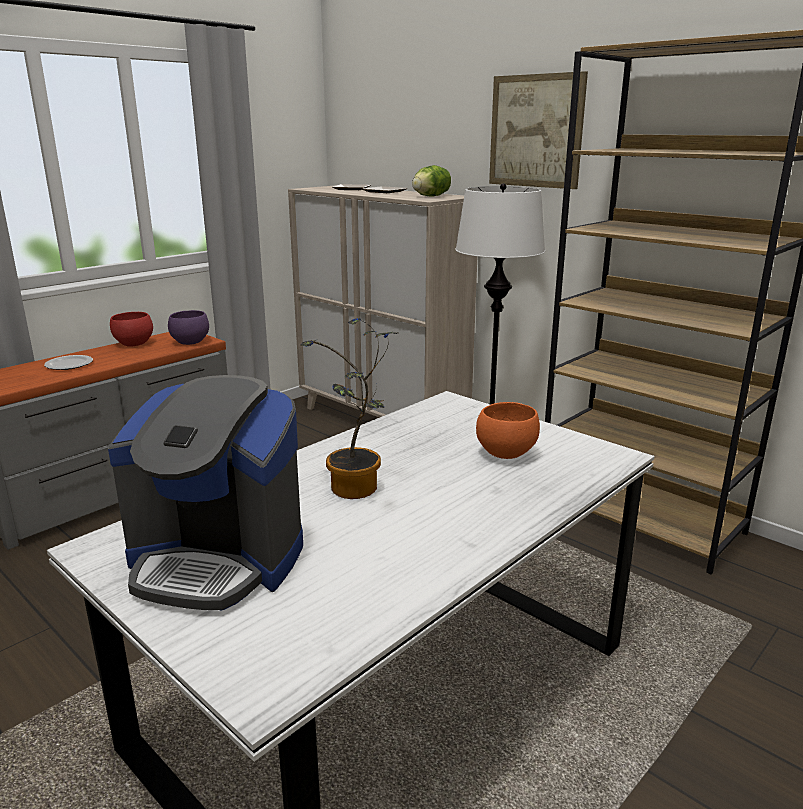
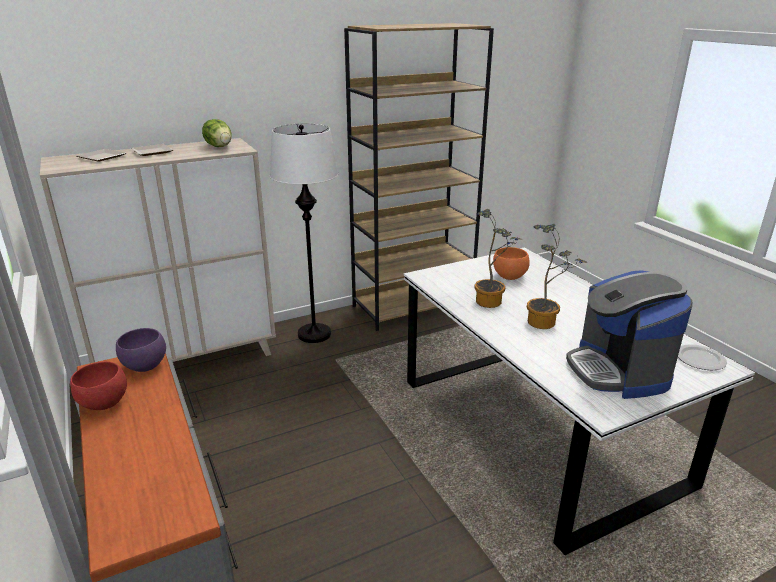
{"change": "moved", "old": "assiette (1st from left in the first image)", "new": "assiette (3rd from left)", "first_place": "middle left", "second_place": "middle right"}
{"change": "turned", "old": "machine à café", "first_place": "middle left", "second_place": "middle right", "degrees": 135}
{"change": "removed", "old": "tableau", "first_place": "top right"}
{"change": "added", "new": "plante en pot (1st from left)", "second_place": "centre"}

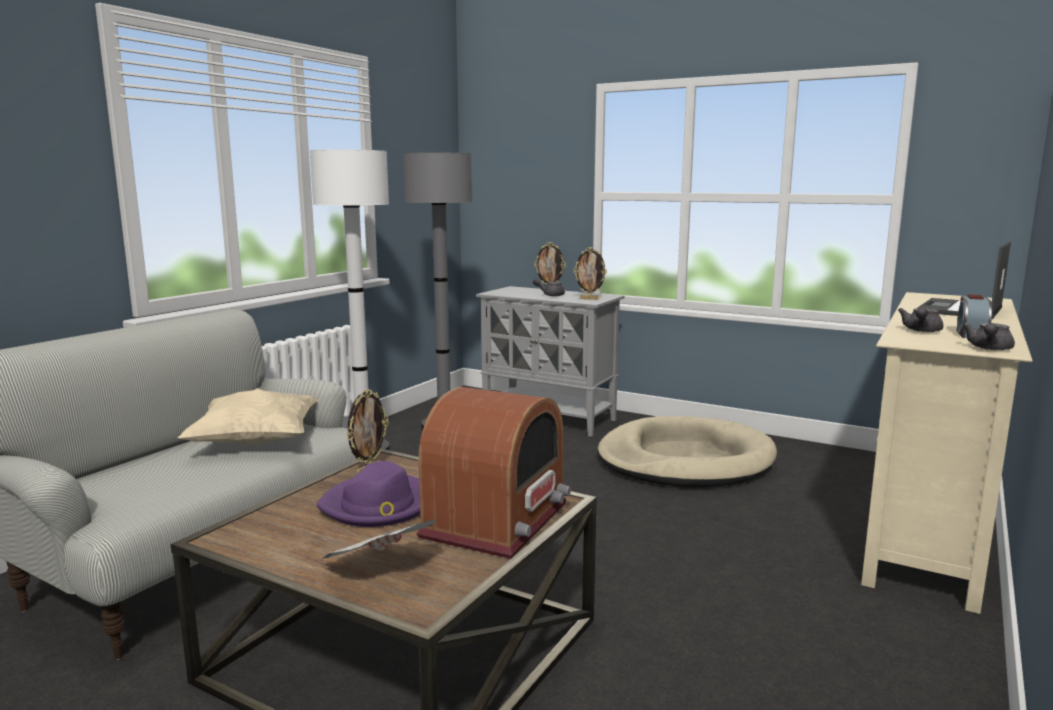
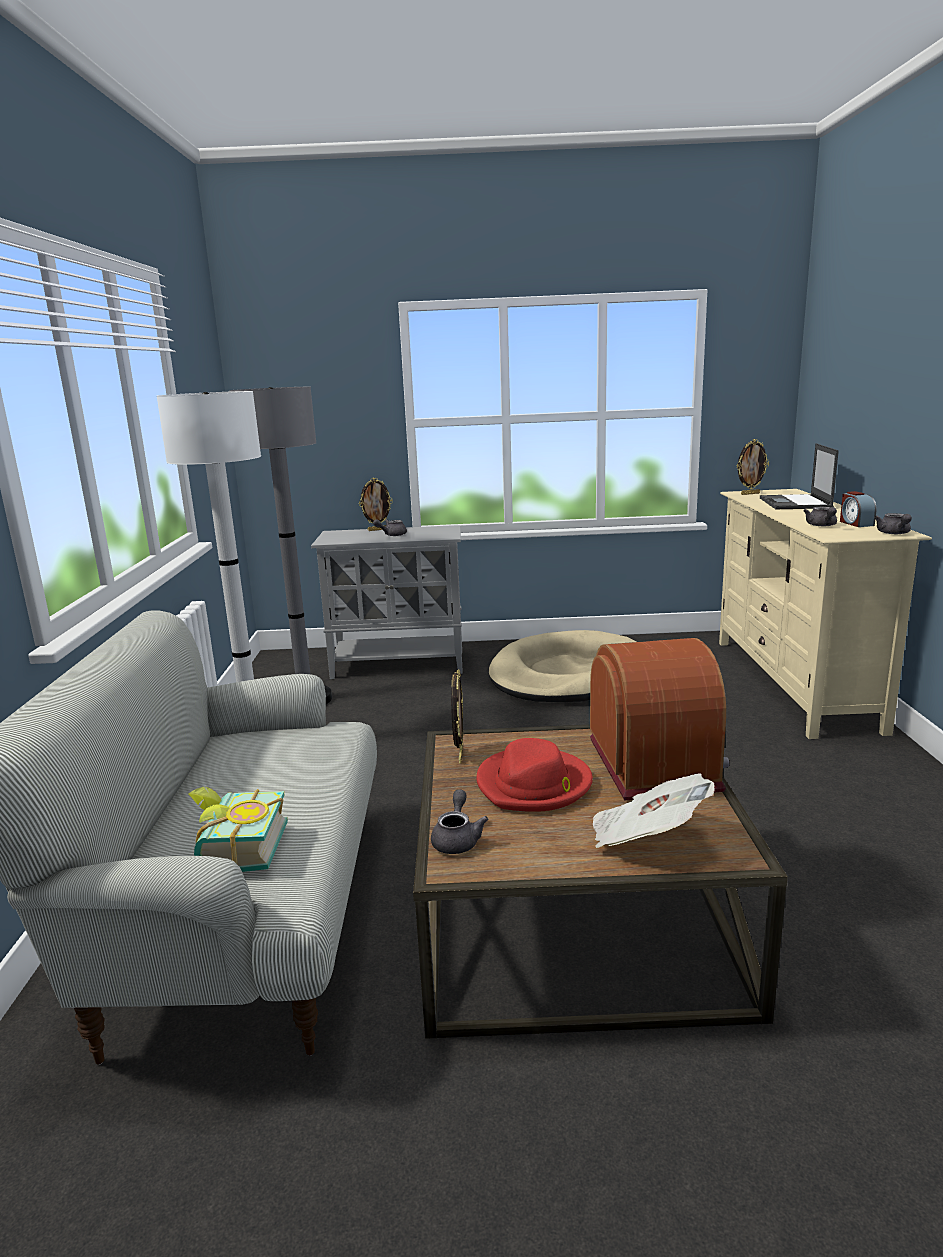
{"change": "removed", "old": "coussin/beige", "first_place": "middle left"}
{"change": "recoloured", "old": "chapeau/violet", "new": "chapeau/rouge", "first_place": "bottom centre", "second_place": "centre"}
{"change": "moved", "old": "cadre photo (3rd from left)", "first_place": "centre", "second_place": "middle right"}
{"change": "added", "new": "livre", "second_place": "middle left"}
{"change": "added", "new": "théière/gris (2nd from left)", "second_place": "centre"}

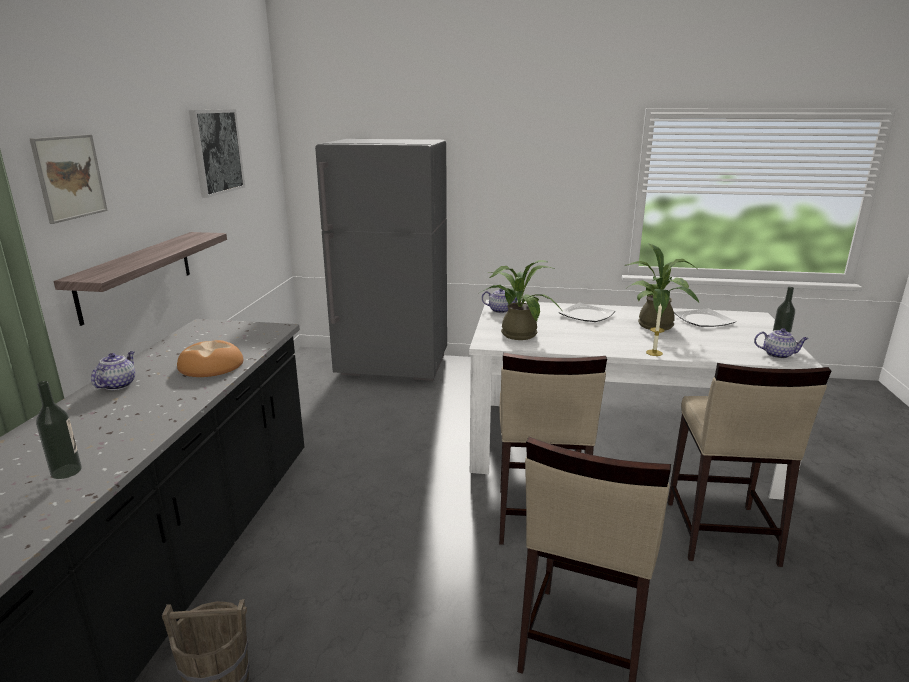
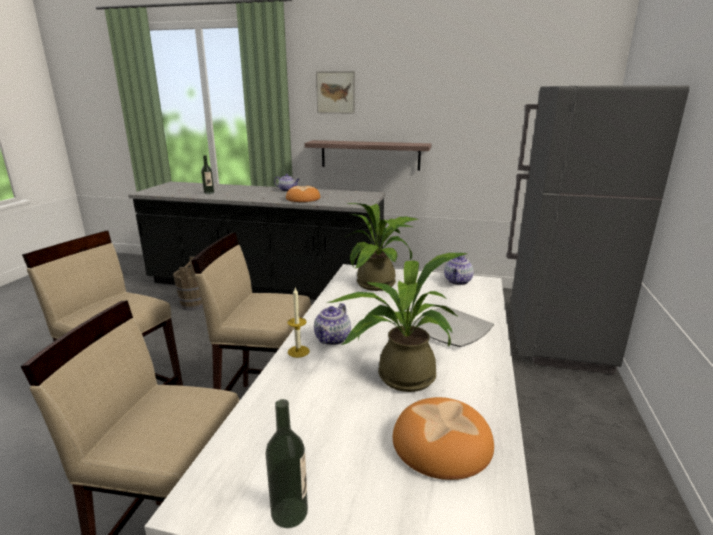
{"change": "removed", "old": "tableau (2nd from left)", "first_place": "top left"}
{"change": "replaced", "old": "assiette (2nd from left)", "new": "pain (2nd from left)", "first_place": "middle right", "second_place": "bottom centre"}
{"change": "moved", "old": "théière (3rd from left in the first image)", "new": "théière (2nd from left)", "first_place": "middle right", "second_place": "centre"}

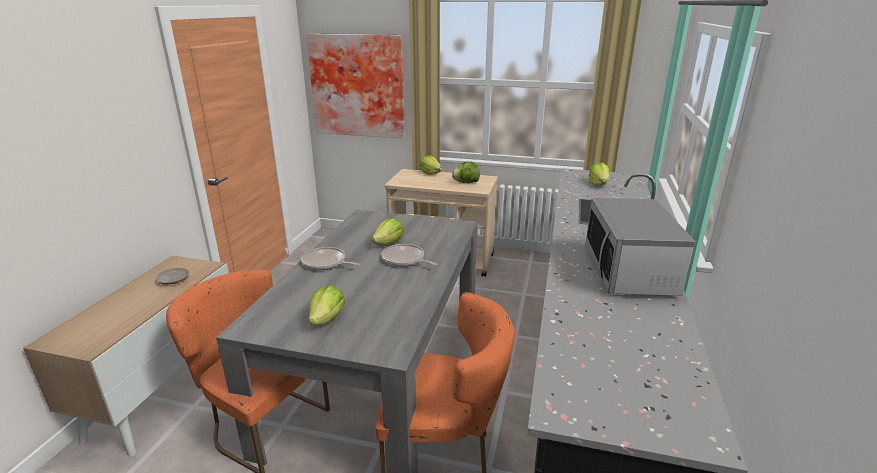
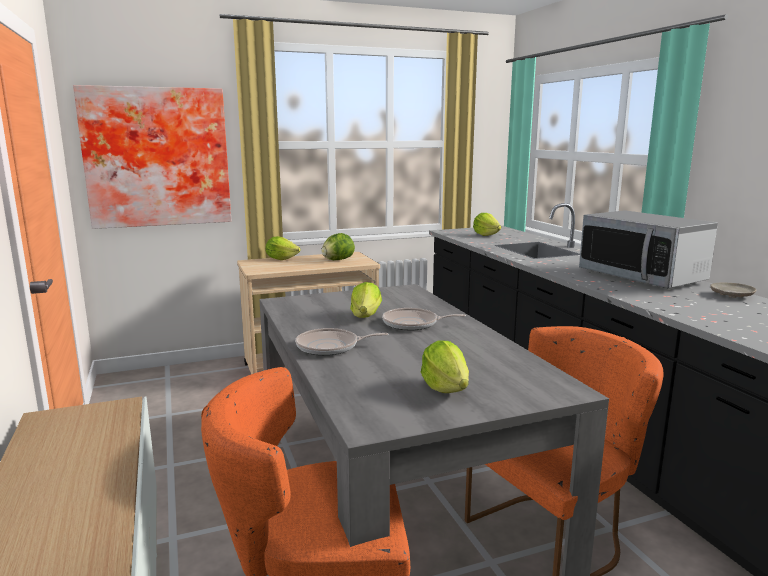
{"change": "moved", "old": "assiette/beige", "first_place": "middle left", "second_place": "middle right"}

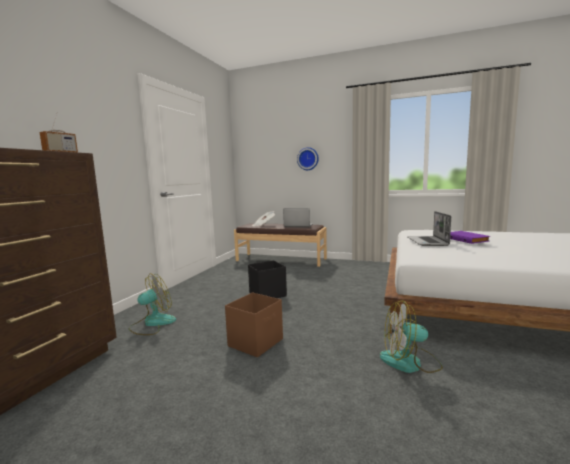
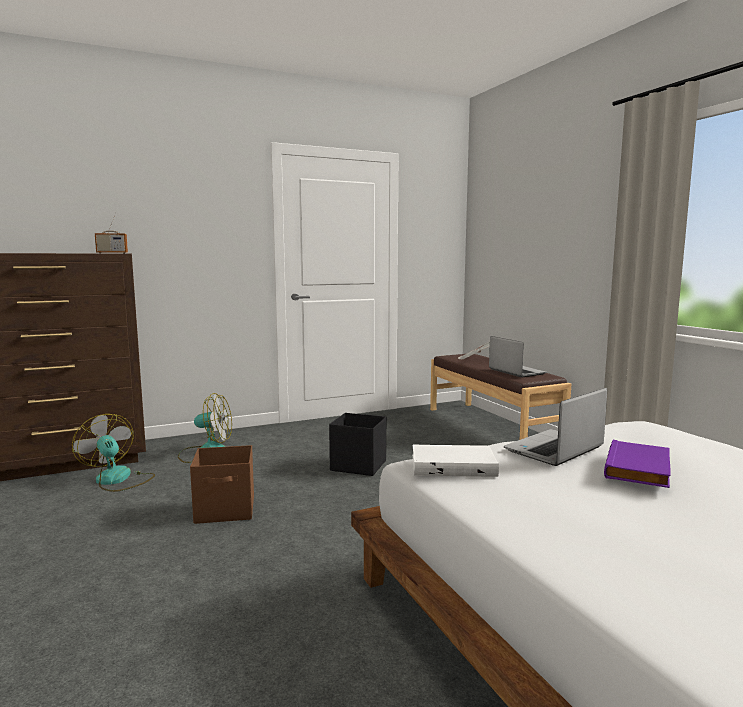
{"change": "removed", "old": "horloge murale", "first_place": "centre"}
{"change": "moved", "old": "ventilateur (2nd from left in the first image)", "new": "ventilateur (1st from left)", "first_place": "bottom right", "second_place": "middle left"}
{"change": "added", "new": "livre/blanc", "second_place": "centre"}

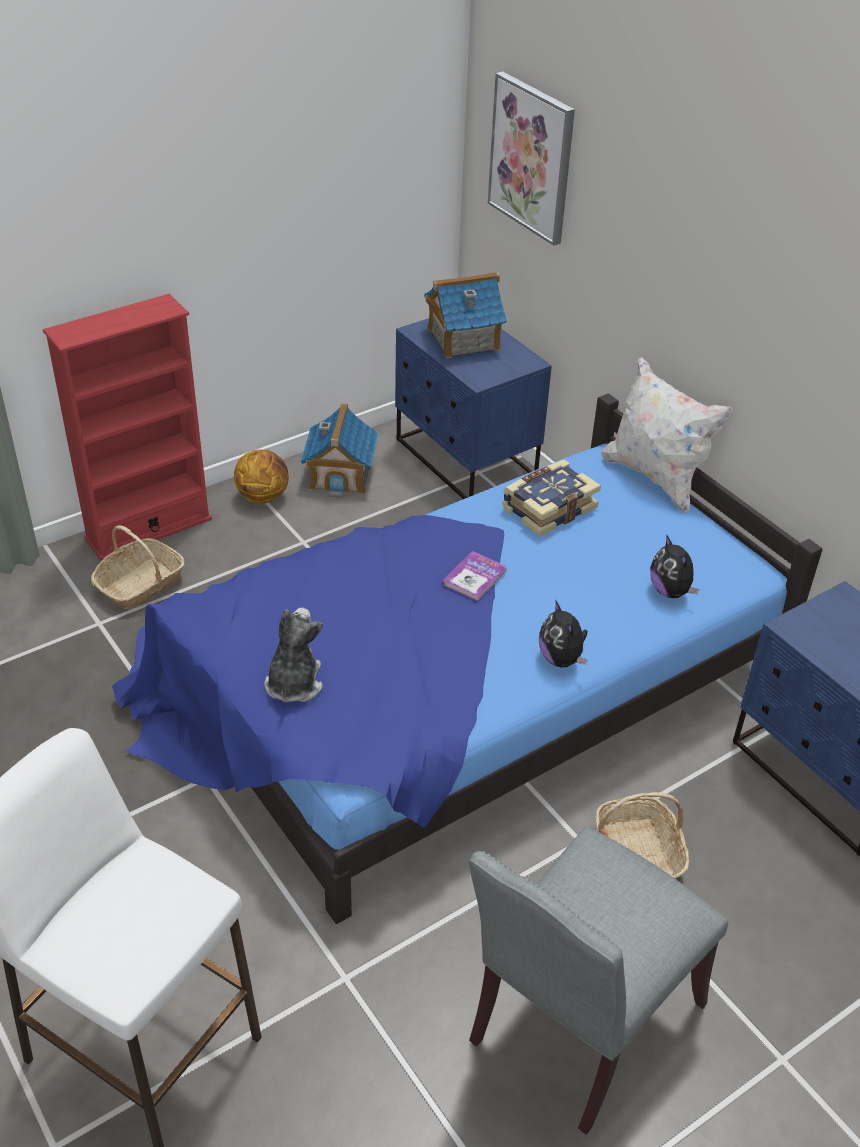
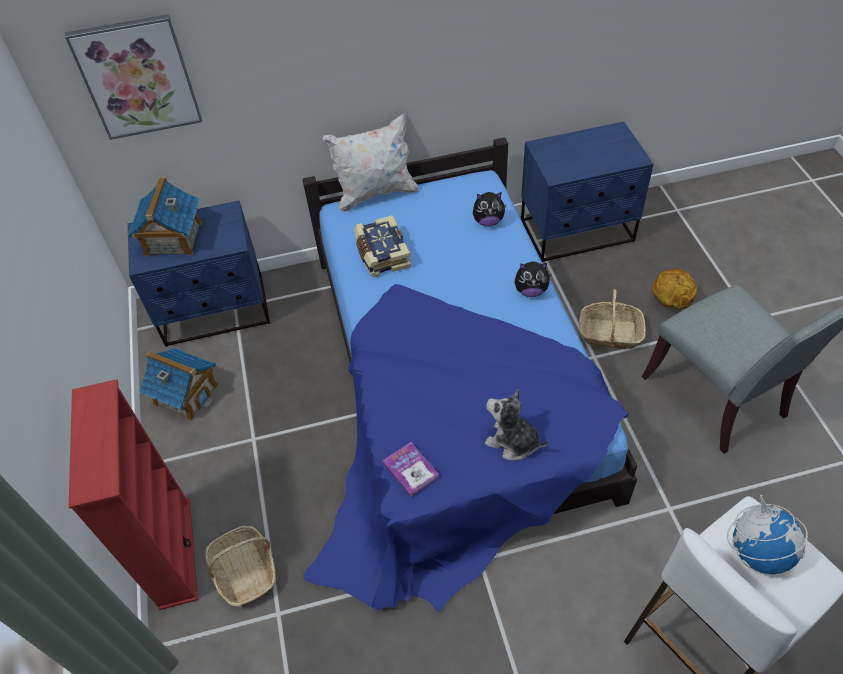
{"change": "moved", "old": "ballon de basket", "first_place": "middle left", "second_place": "middle right"}
{"change": "moved", "old": "livre (1st from left in the first image)", "new": "livre (2nd from left)", "first_place": "centre", "second_place": "bottom centre"}
{"change": "added", "new": "globe", "second_place": "bottom right"}

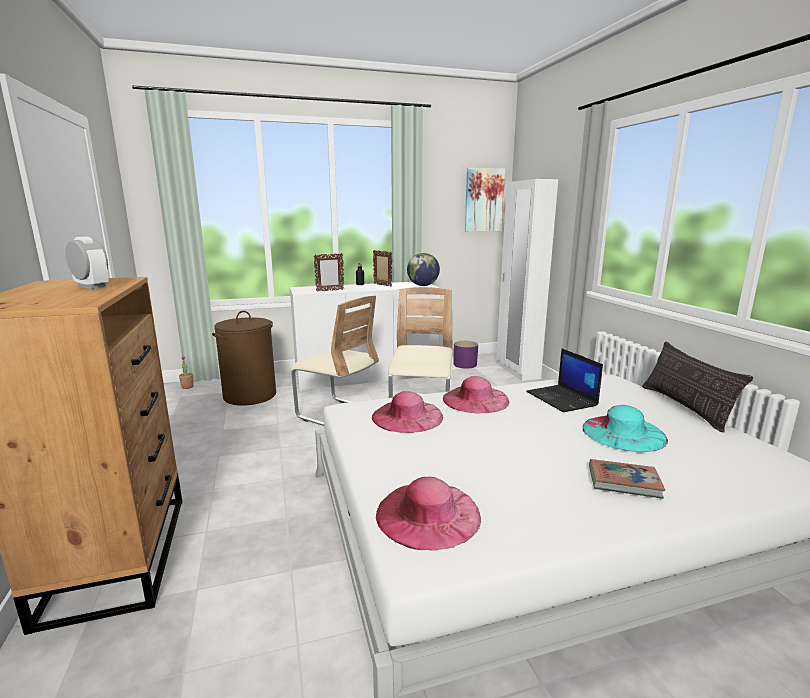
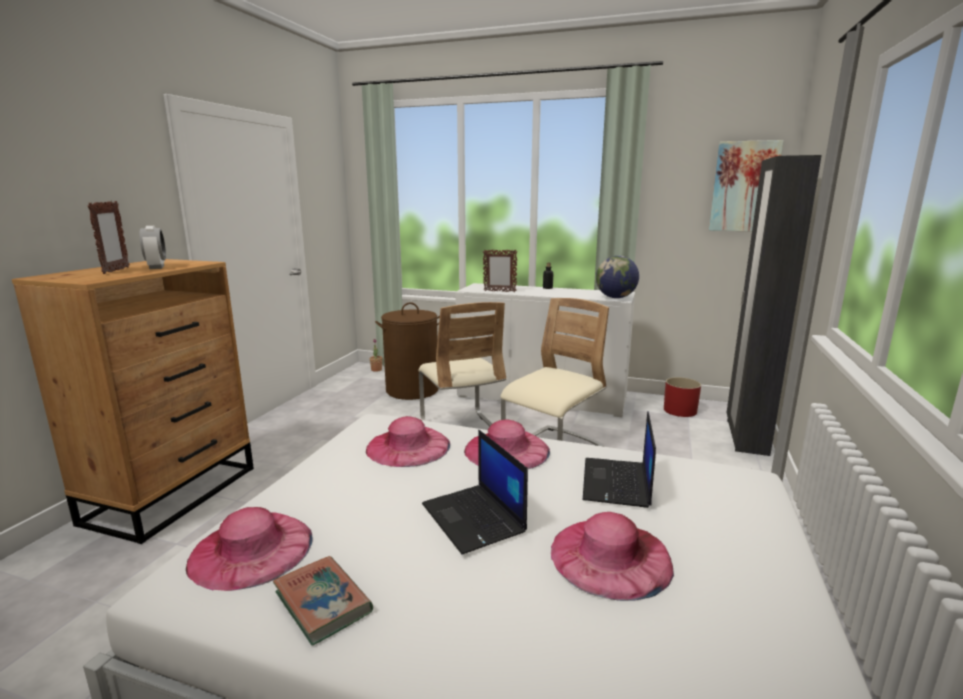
{"change": "moved", "old": "cadre photo (2nd from left in the first image)", "new": "cadre photo (1st from left)", "first_place": "centre", "second_place": "middle left"}
{"change": "recoloured", "old": "cache-pot/violet", "new": "cache-pot/rouge", "first_place": "centre", "second_place": "middle right"}
{"change": "recoloured", "old": "armoire/blanc", "new": "armoire/noir", "first_place": "centre", "second_place": "middle right"}
{"change": "recoloured", "old": "chapeau/turquoise", "new": "chapeau/rose (4th from left)", "first_place": "middle right", "second_place": "bottom centre"}
{"change": "moved", "old": "livre", "first_place": "bottom right", "second_place": "bottom centre"}
{"change": "removed", "old": "coussin", "first_place": "middle right"}
{"change": "added", "new": "ordinateur portable (1st from left)", "second_place": "bottom centre"}

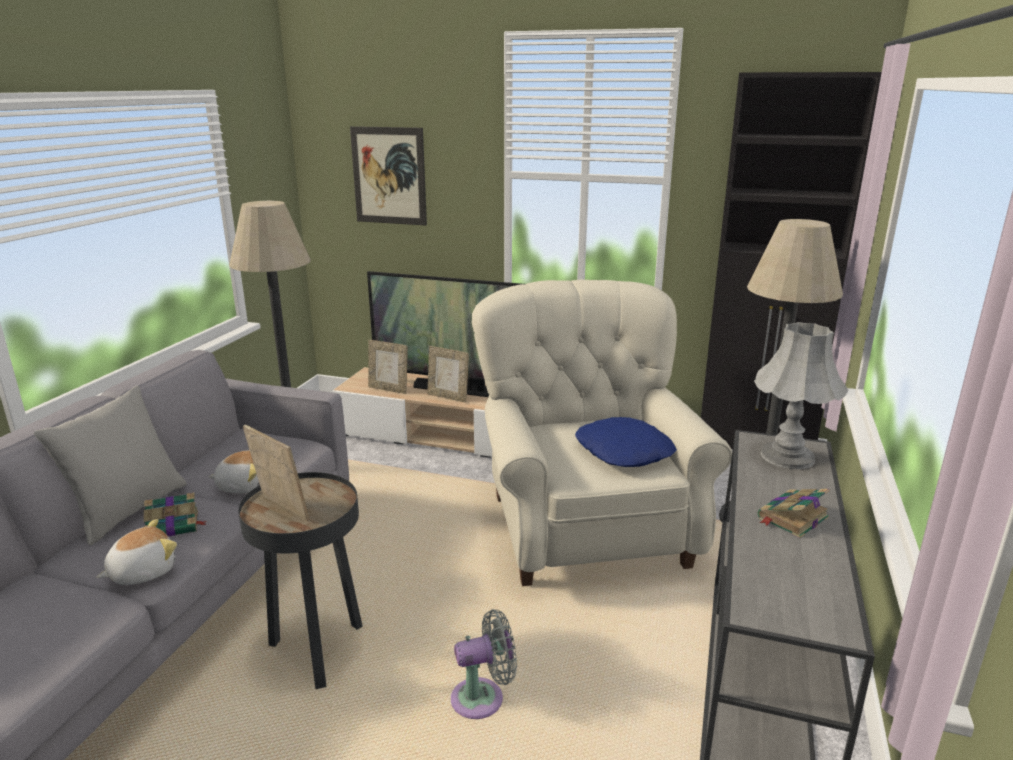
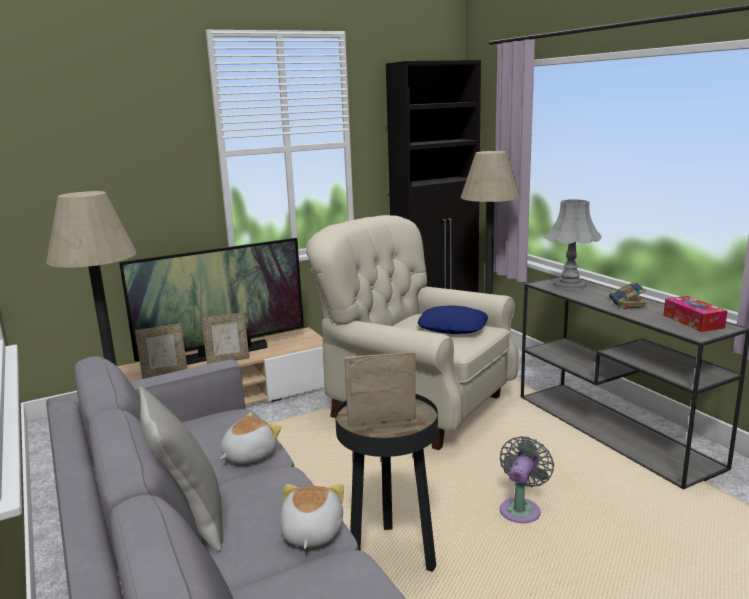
{"change": "removed", "old": "livre (1st from left)", "first_place": "bottom left"}
{"change": "removed", "old": "tableau", "first_place": "top centre"}
{"change": "added", "new": "boîte à mouchoirs", "second_place": "middle right"}

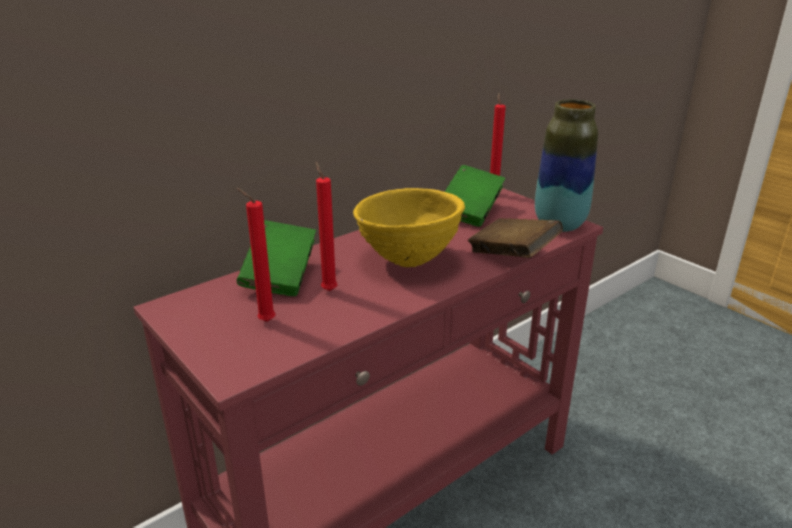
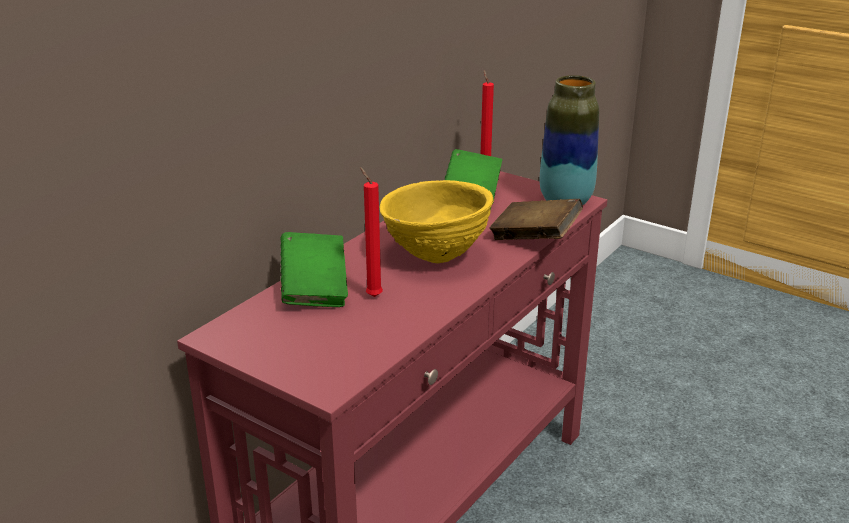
{"change": "removed", "old": "bougie/rouge (1st from left)", "first_place": "middle left"}

